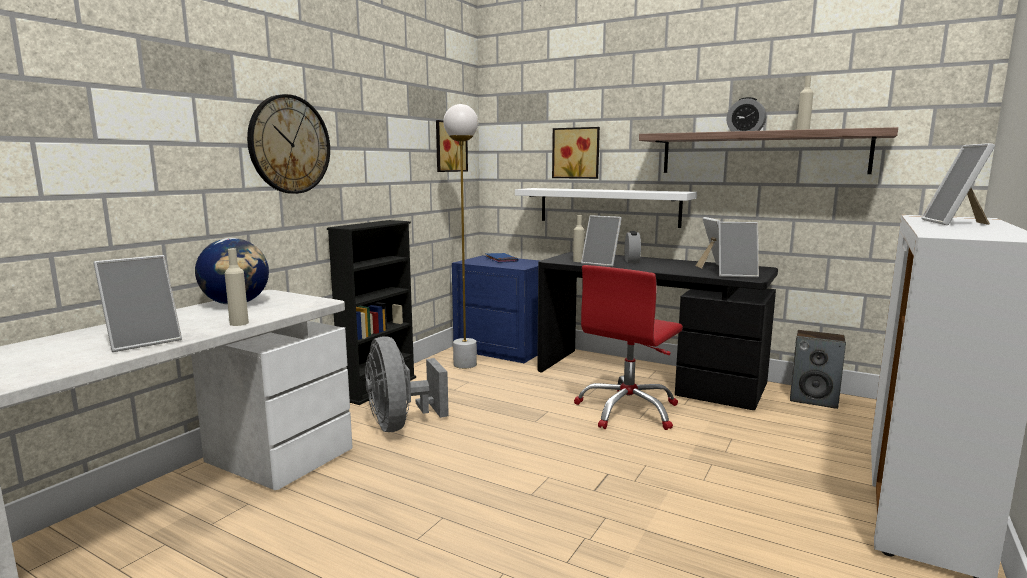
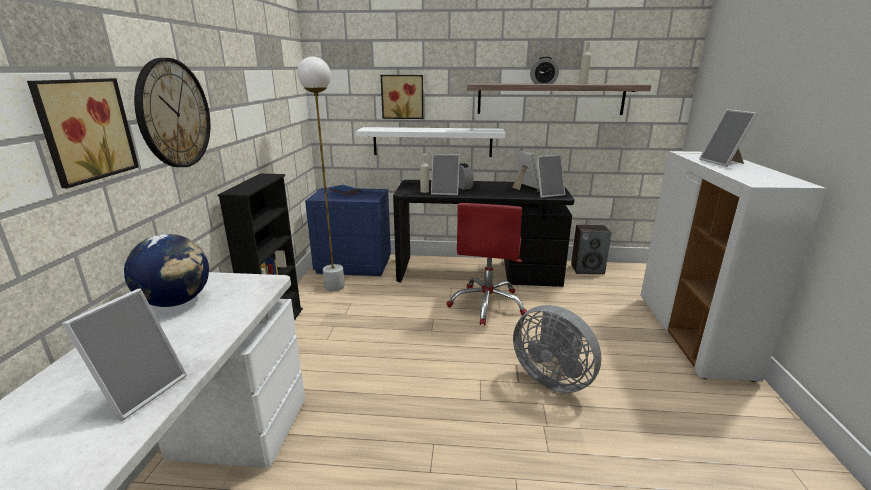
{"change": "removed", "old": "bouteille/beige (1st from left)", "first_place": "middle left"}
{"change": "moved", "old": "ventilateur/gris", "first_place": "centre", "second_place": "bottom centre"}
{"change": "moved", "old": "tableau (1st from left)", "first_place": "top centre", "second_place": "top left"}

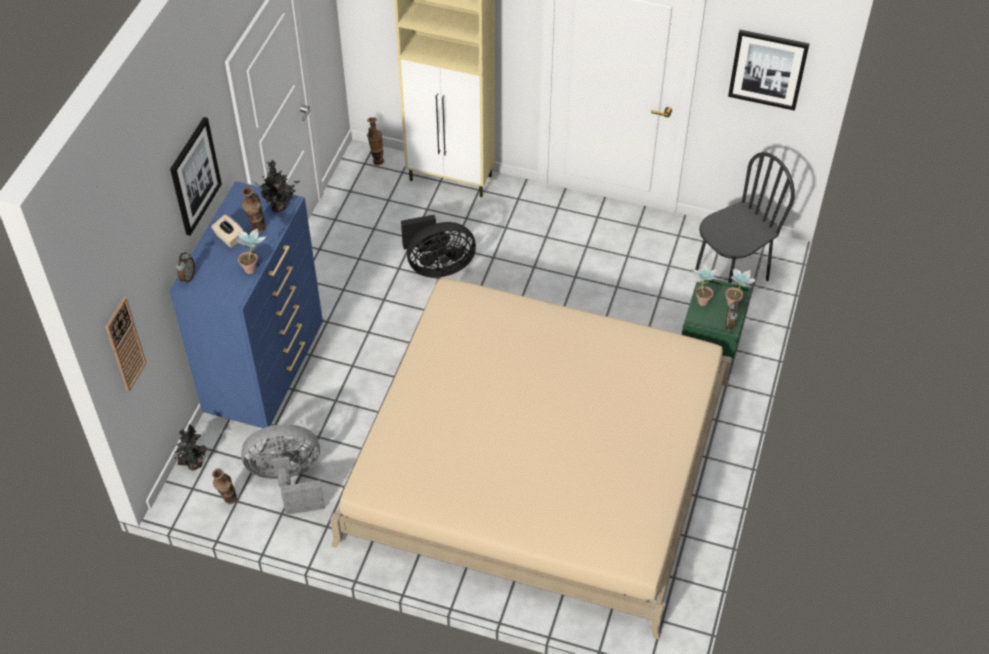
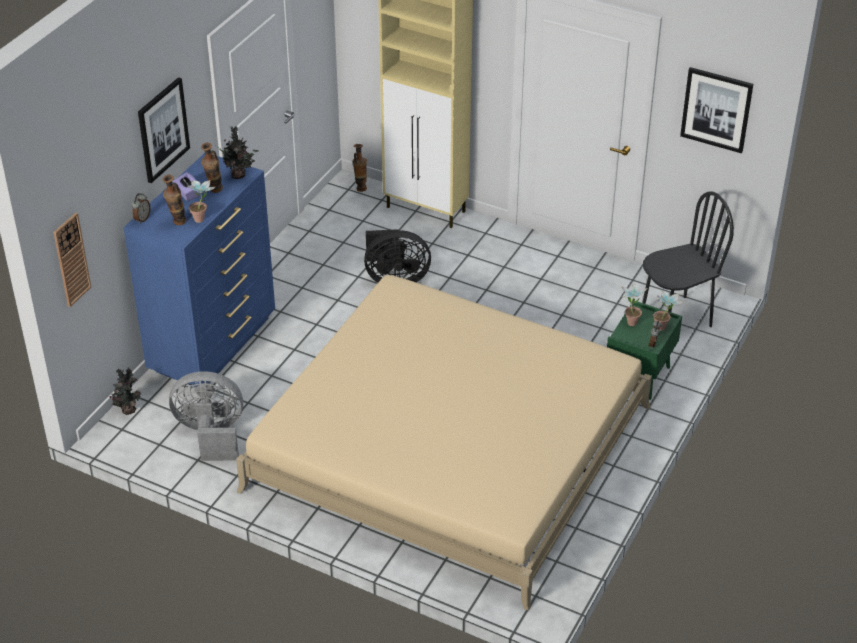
{"change": "recoloured", "old": "boîte à mouchoirs/beige", "new": "boîte à mouchoirs/violet", "first_place": "middle left", "second_place": "top left"}
{"change": "moved", "old": "vase (1st from left)", "first_place": "bottom left", "second_place": "top left"}

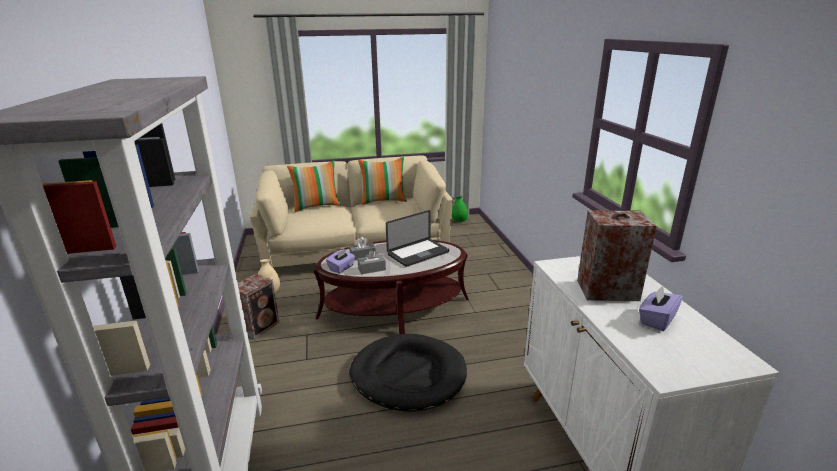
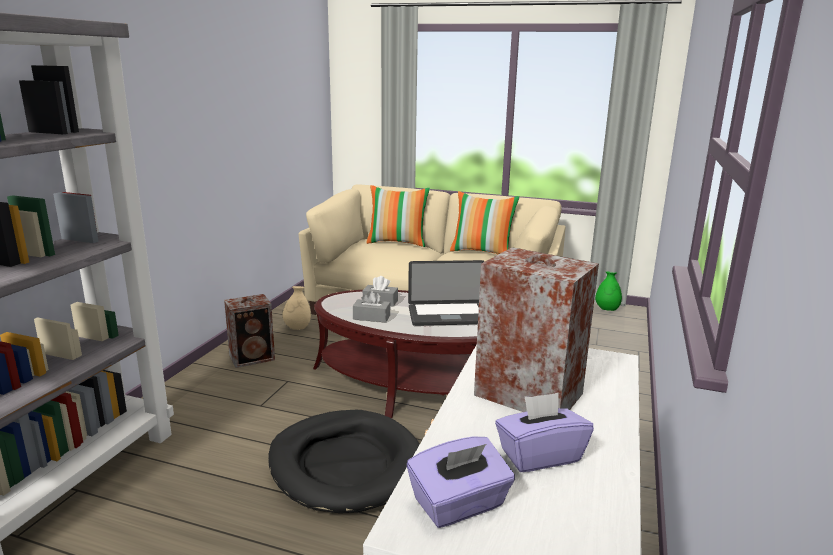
{"change": "moved", "old": "boîte à mouchoirs/violet (1st from left)", "first_place": "centre", "second_place": "bottom centre"}

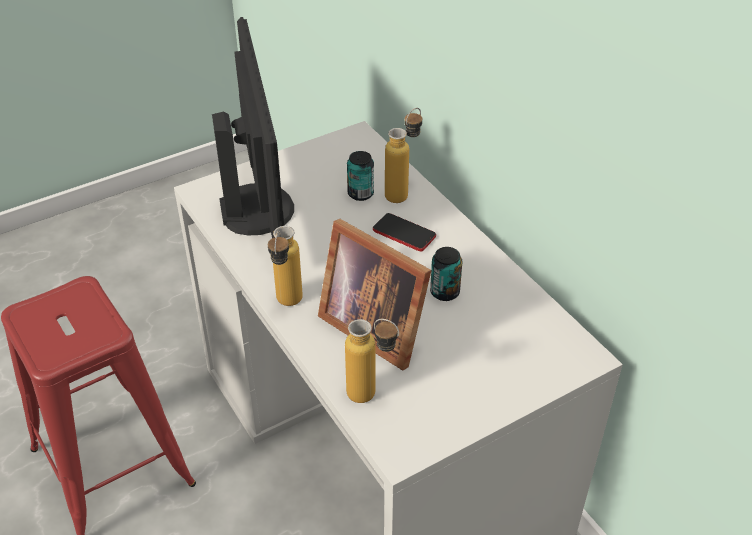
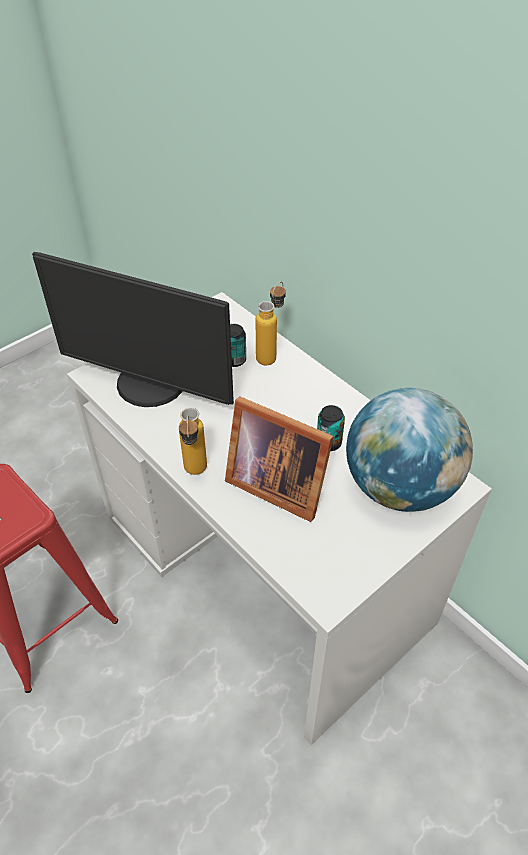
{"change": "turned", "old": "écran d'ordinateur", "first_place": "top centre", "second_place": "middle left", "degrees": 135}
{"change": "removed", "old": "bouteille (2nd from left)", "first_place": "bottom centre"}
{"change": "removed", "old": "téléphone", "first_place": "centre"}
{"change": "added", "new": "globe", "second_place": "middle right"}

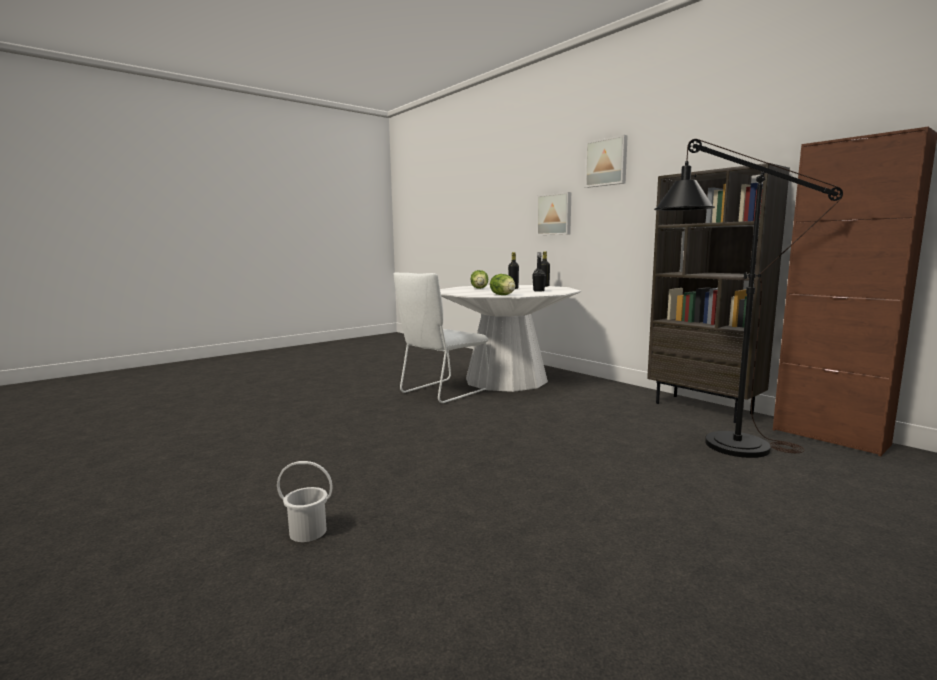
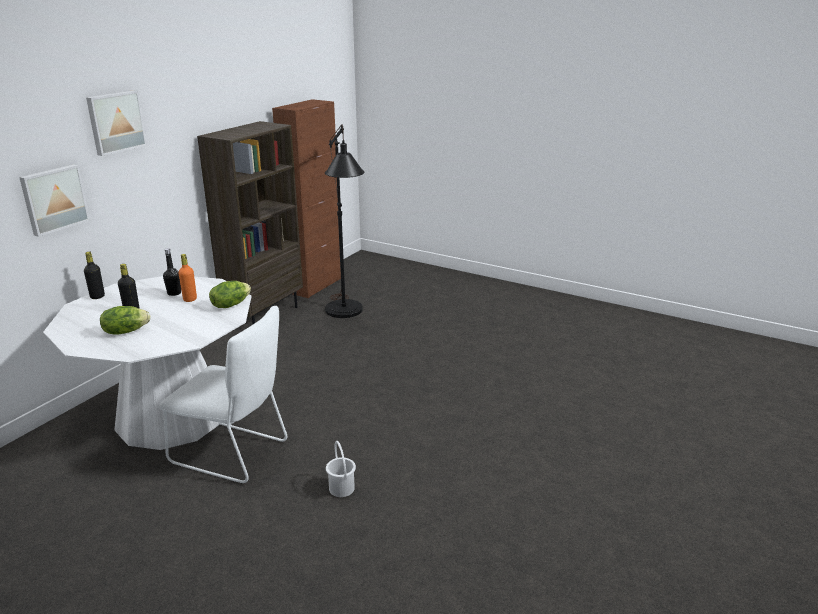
{"change": "moved", "old": "seau/blanc", "first_place": "bottom left", "second_place": "bottom centre"}
{"change": "added", "new": "bouteille/orange", "second_place": "middle left"}

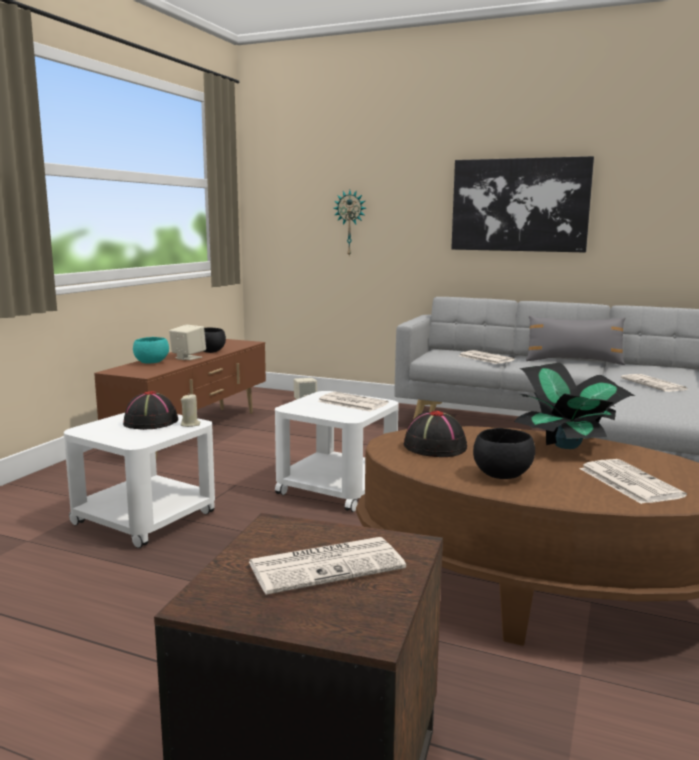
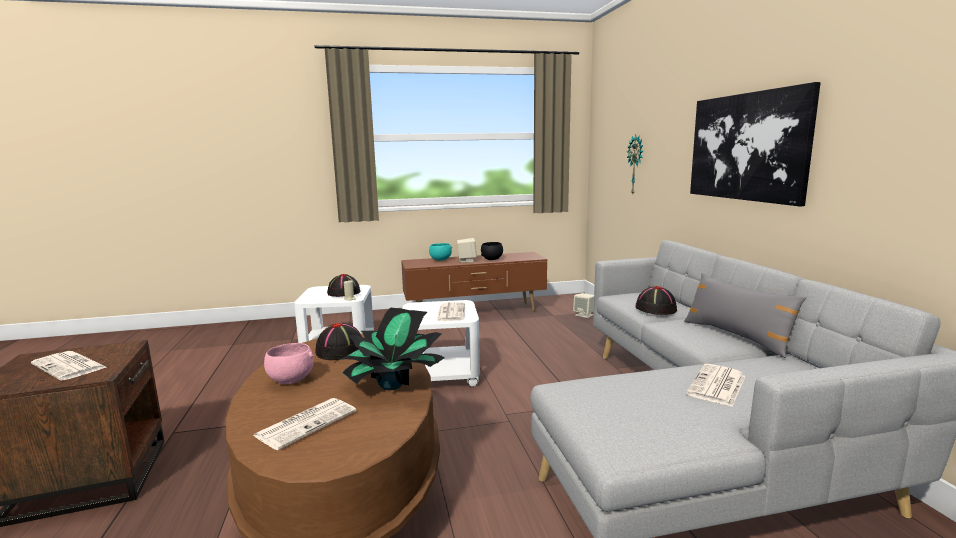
{"change": "replaced", "old": "journal (3rd from left)", "new": "chapeau/noir (3rd from left)", "first_place": "middle right", "second_place": "middle right"}
{"change": "recoloured", "old": "bol/noir (2nd from left)", "new": "bol/rose", "first_place": "middle right", "second_place": "bottom left"}

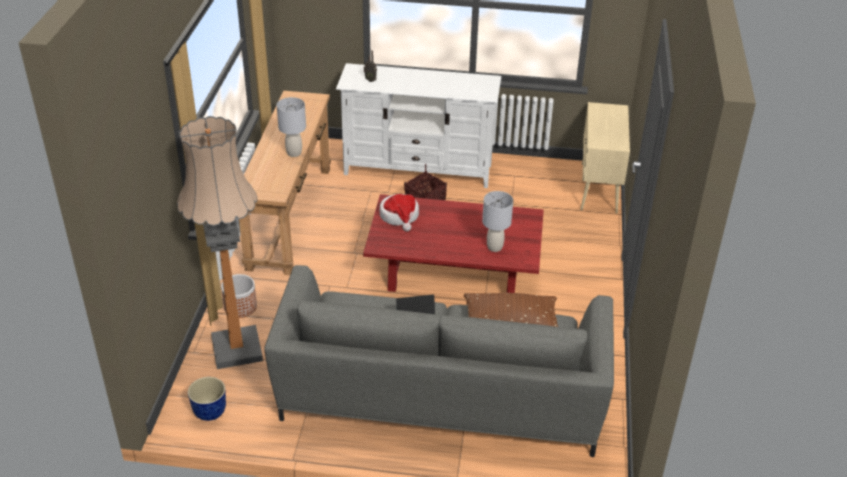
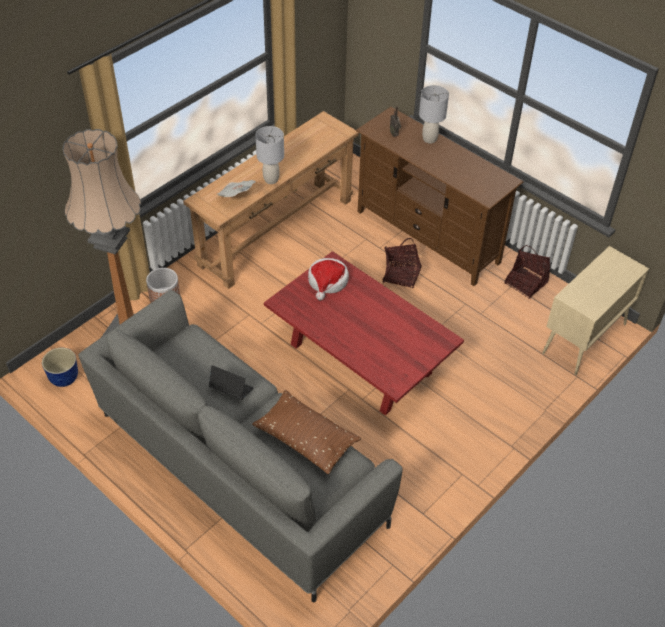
{"change": "recoloured", "old": "meuble télé/blanc", "new": "meuble télé/marron", "first_place": "top centre", "second_place": "top centre"}
{"change": "moved", "old": "lampe de table/gris (2nd from left)", "first_place": "centre", "second_place": "top centre"}
{"change": "added", "new": "journal", "second_place": "top centre"}
{"change": "added", "new": "panier (2nd from left)", "second_place": "middle right"}

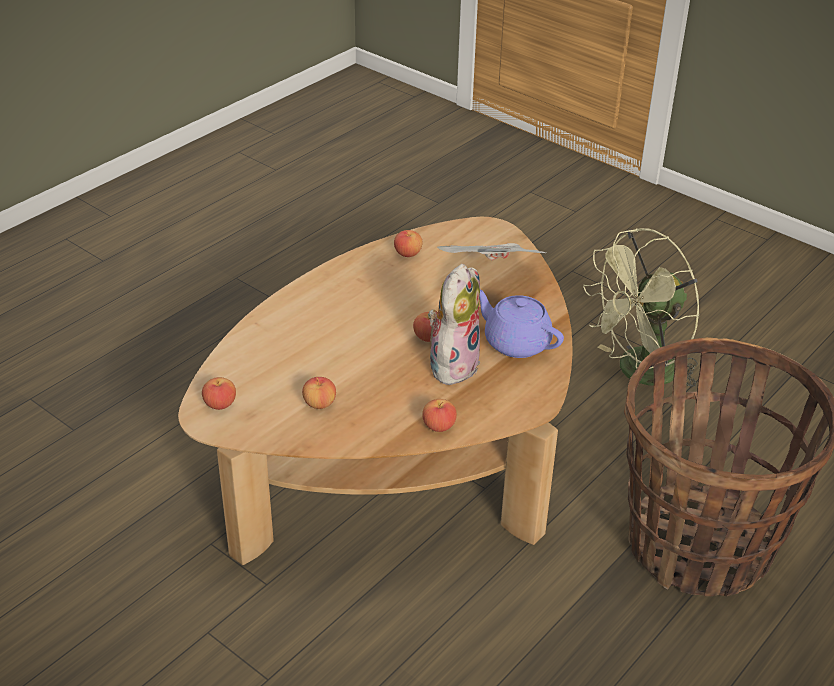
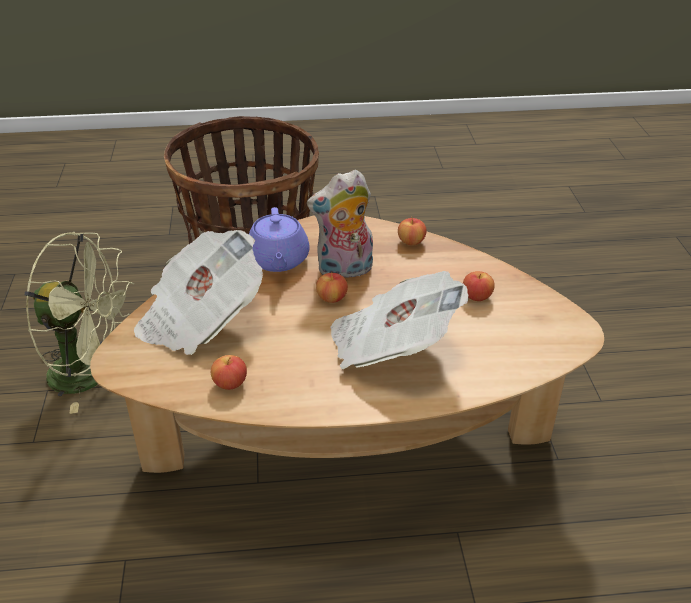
{"change": "removed", "old": "pomme (1st from left)", "first_place": "middle left"}
{"change": "added", "new": "journal (2nd from left)", "second_place": "centre"}

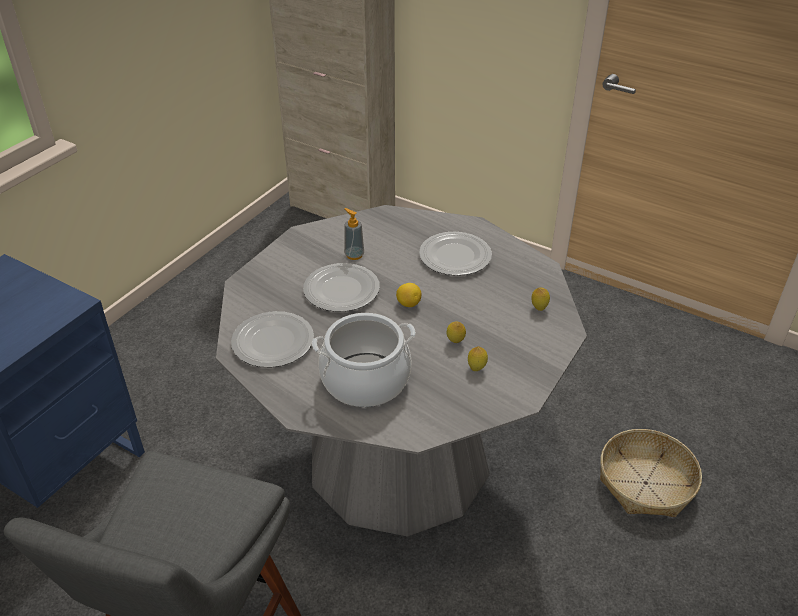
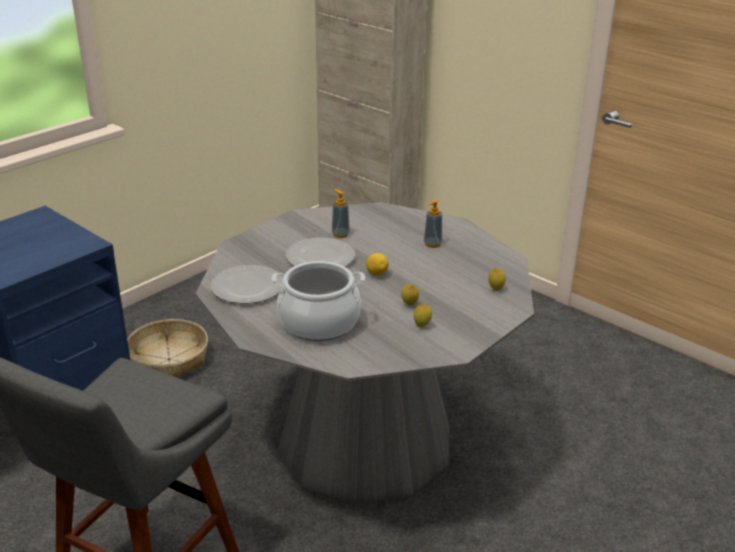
{"change": "replaced", "old": "assiette (3rd from left)", "new": "distributeur de savon (2nd from left)", "first_place": "centre", "second_place": "centre"}
{"change": "moved", "old": "panier", "first_place": "bottom right", "second_place": "middle left"}

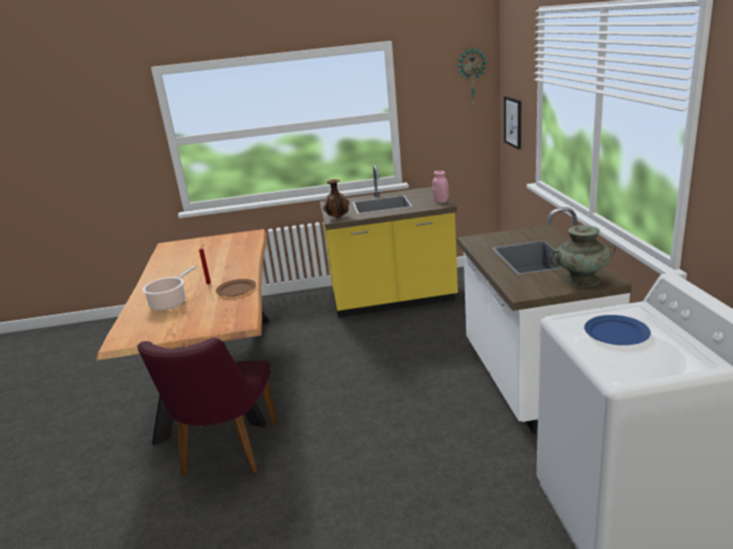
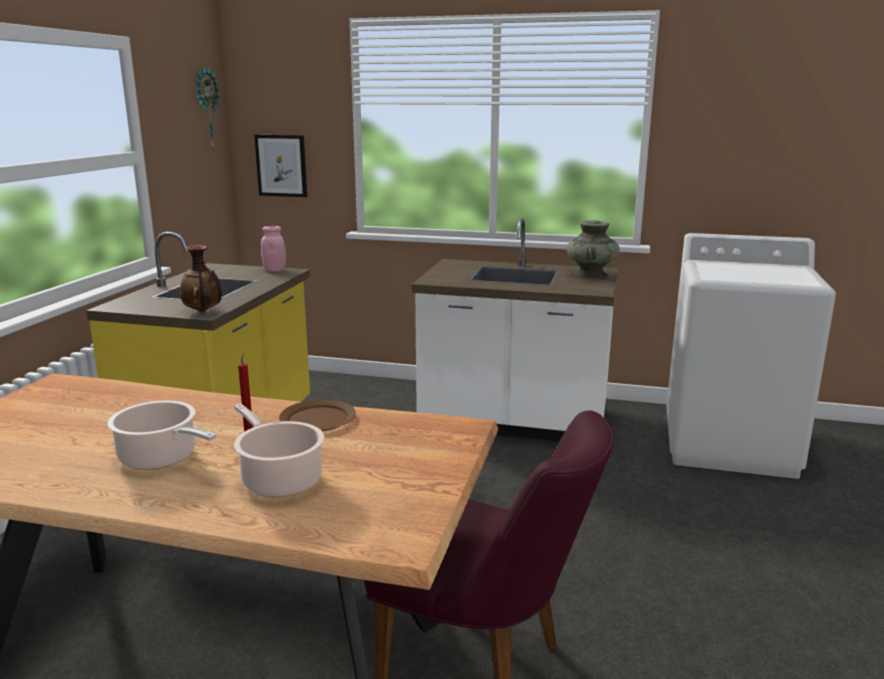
{"change": "removed", "old": "assiette/bleu", "first_place": "middle right"}
{"change": "added", "new": "marmite (1st from left)", "second_place": "middle left"}

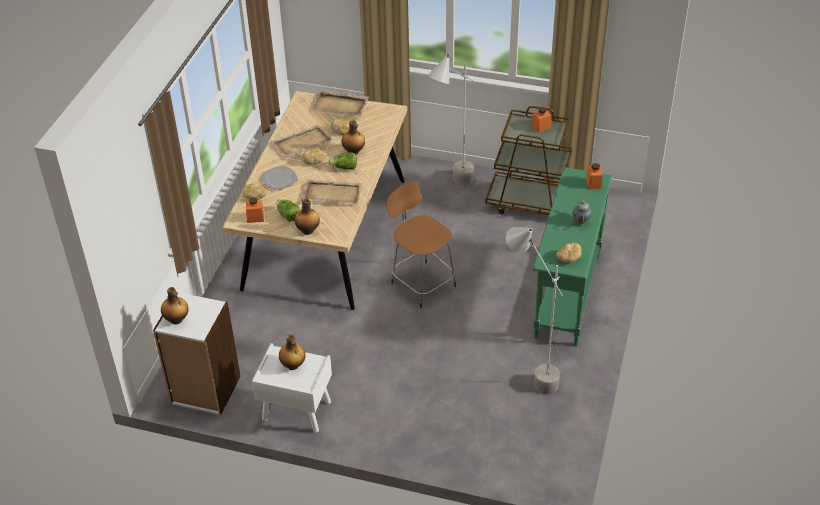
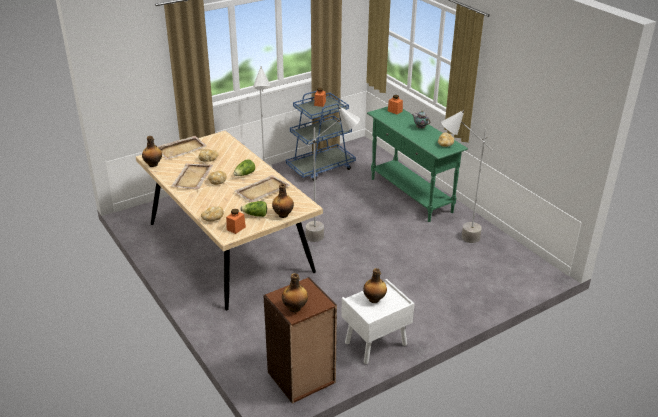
{"change": "recoloured", "old": "bibliothèque/blanc", "new": "bibliothèque/marron", "first_place": "bottom left", "second_place": "bottom centre"}
{"change": "removed", "old": "assiette", "first_place": "centre"}
{"change": "moved", "old": "bouteille (4th from left in the first image)", "new": "bouteille (1st from left)", "first_place": "top centre", "second_place": "middle left"}
{"change": "replaced", "old": "tabouret/marron", "new": "lampadaire/gris (2nd from left)", "first_place": "centre", "second_place": "centre"}
{"change": "recoloured", "old": "chariot/marron", "new": "chariot/bleu", "first_place": "top centre", "second_place": "top centre"}

